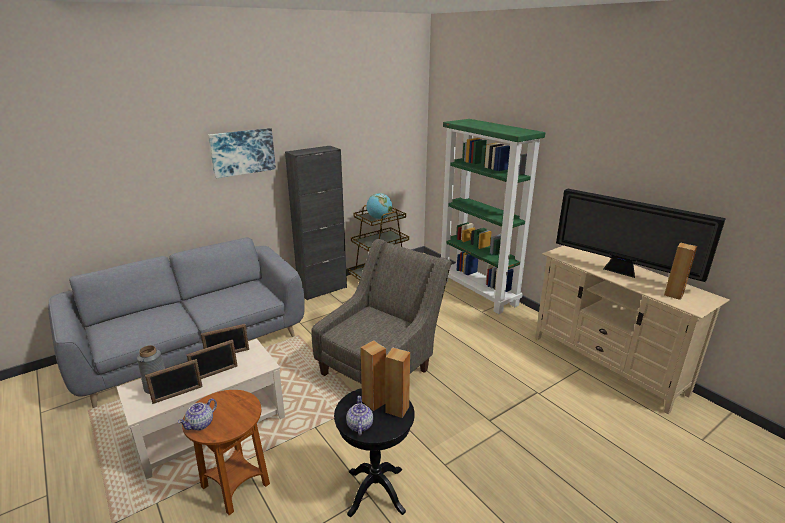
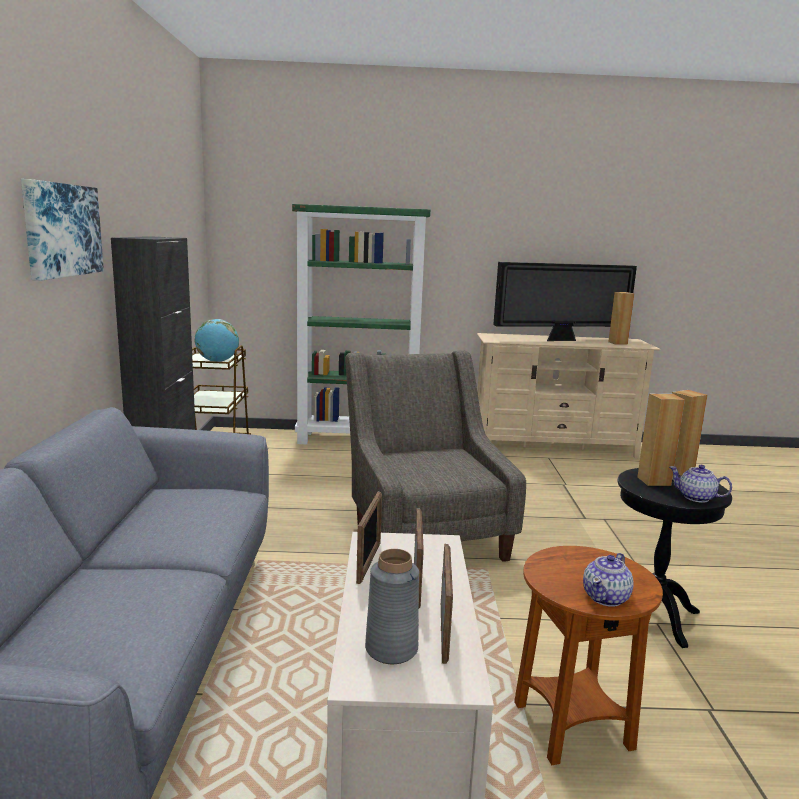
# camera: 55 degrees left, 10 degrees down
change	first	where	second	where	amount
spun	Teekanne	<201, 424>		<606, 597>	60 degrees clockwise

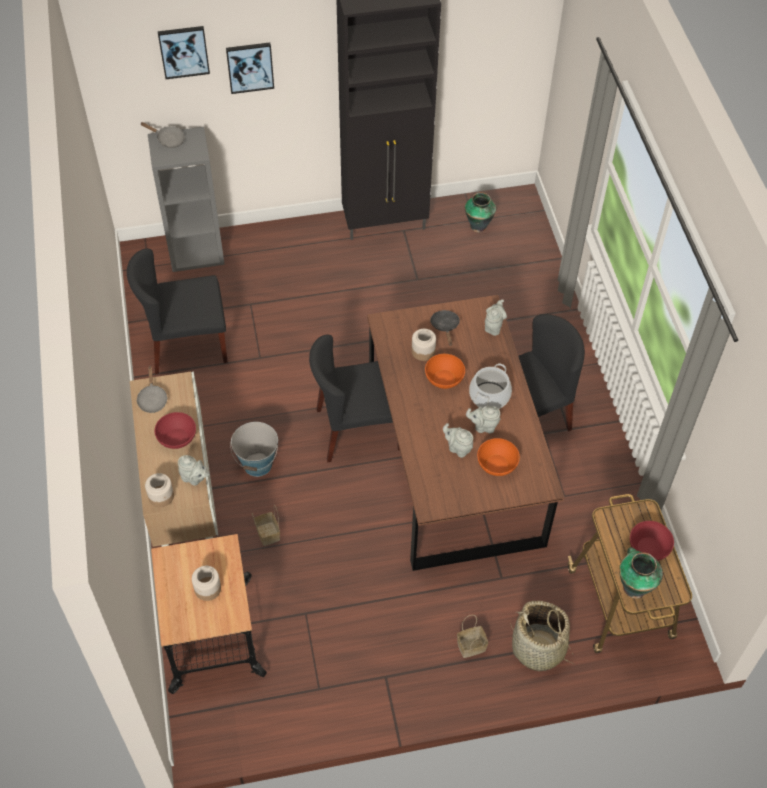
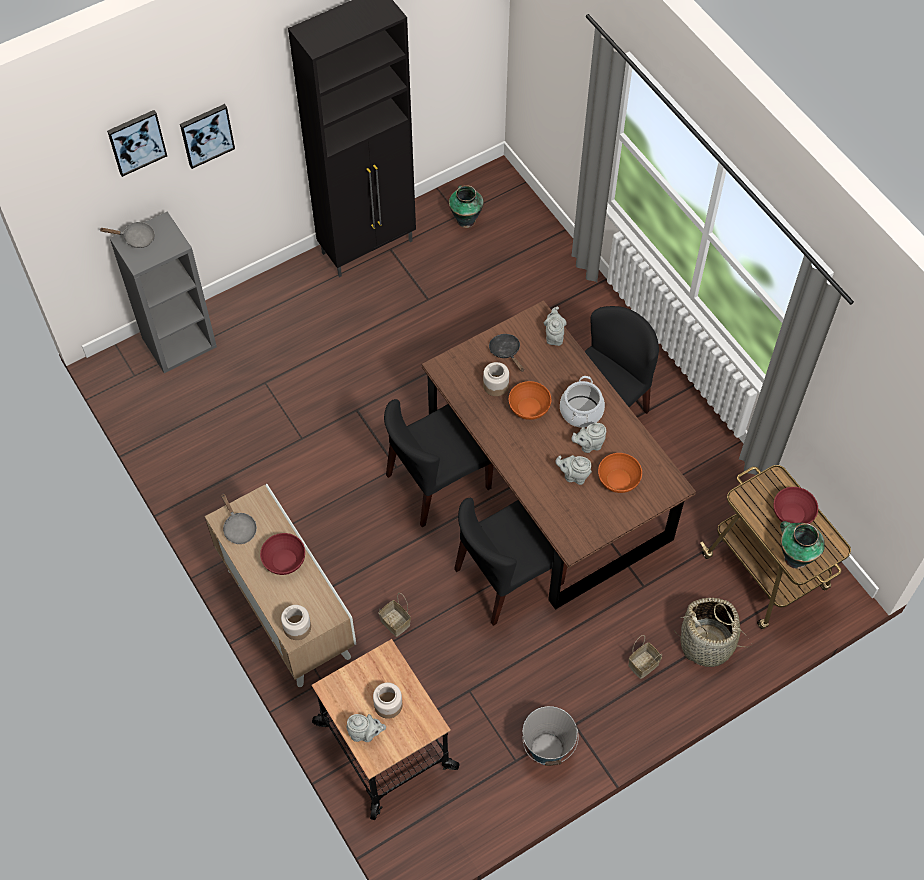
# camera: 20 degrees left, 5 degrees up
change	first	where	second	where	amount
relocated	Stuhl (schwarz)	<187, 344>		<508, 577>	
relocated	Teekanne (grau)	<194, 478>		<365, 733>	
relocated	Eimer	<258, 464>		<547, 749>	

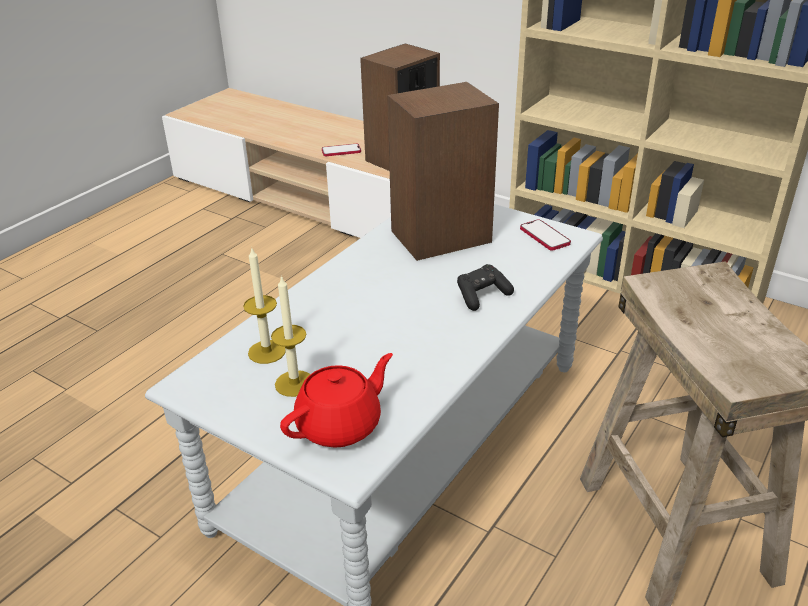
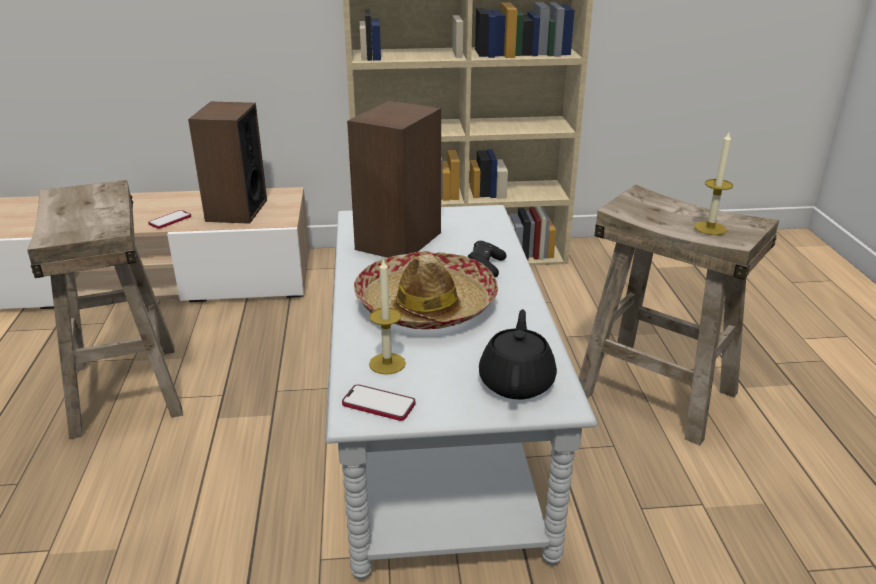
# camera: 40 degrees left, 5 degrees down
change	first	where	second	where	amount
relocated	Kerze	<294, 383>		<710, 228>	
colour	Teekanne (rot)	<340, 425>	Teekanne (schwarz)	<517, 382>	
relocated	Handy	<544, 236>		<378, 404>	
appeared			Hocker (beige)	<124, 388>	
appeared			Hut	<425, 305>	

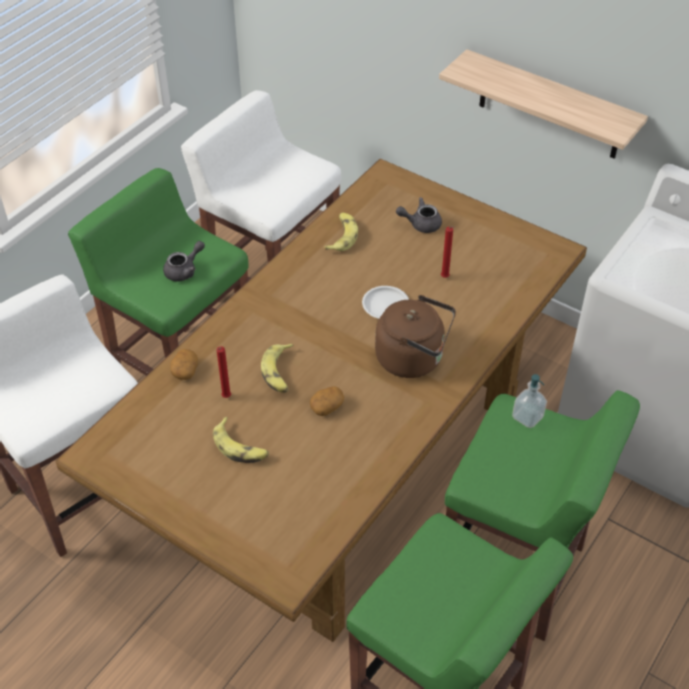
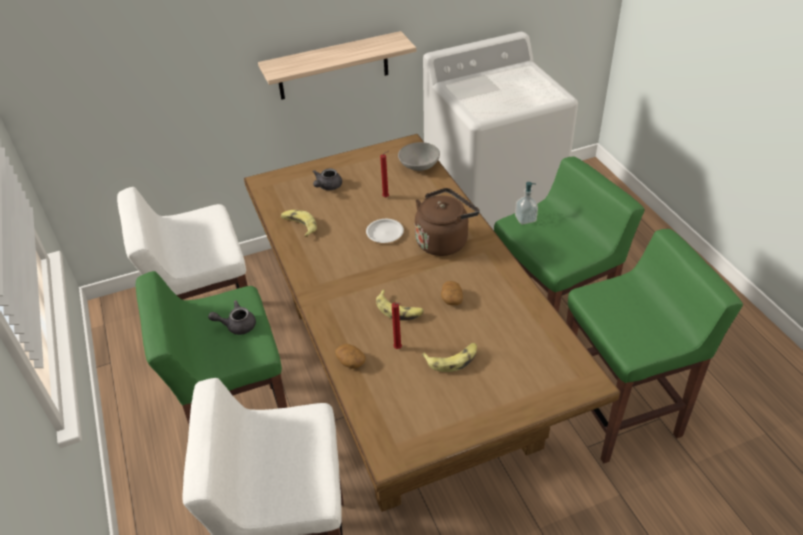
# camera: 55 degrees left, 5 degrees down
change	first	where	second	where	amount
spun	Teekanne (grau)	<184, 270>		<237, 325>	90 degrees counterclockwise
appeared			Schüssel (grau)	<419, 166>	

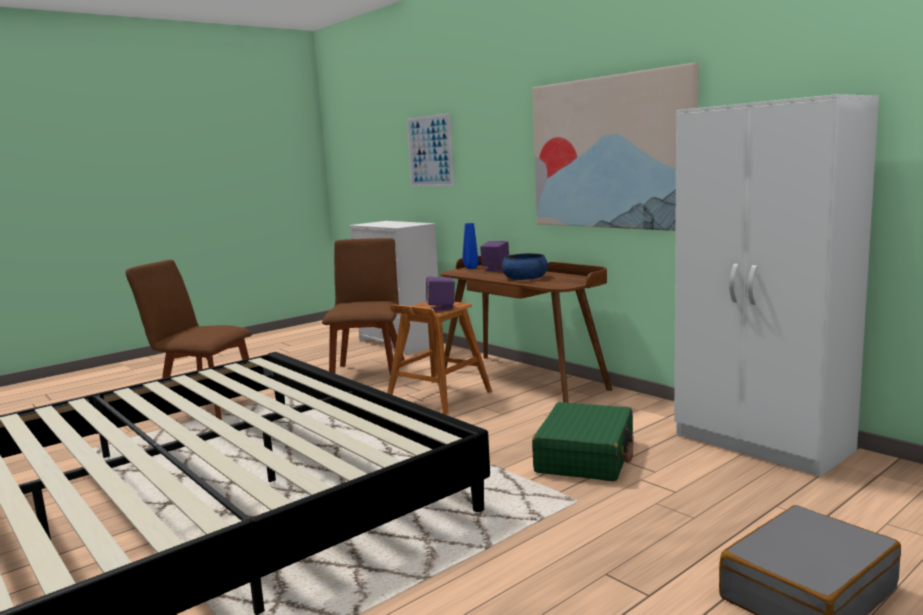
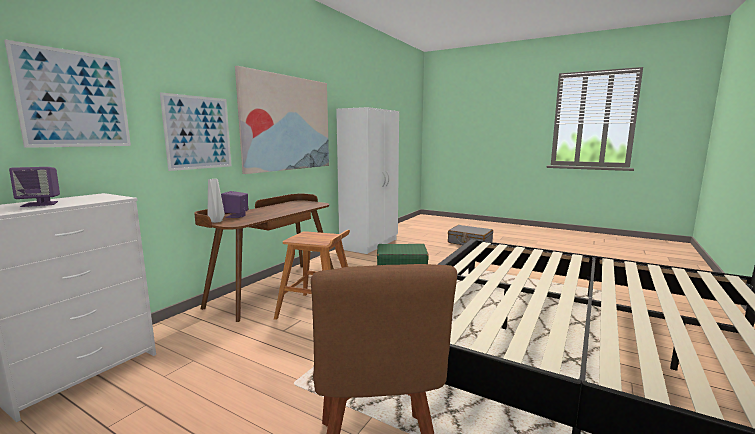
# camera: 110 degrees left, 0 degrees up
change	first	where	second	where	amount
missing	Stuhl (braun)	<368, 371>			
relocated	Lautsprecher (lila)	<441, 308>		<40, 204>	
colour	Vase (blau)	<470, 268>	Vase (grau)	<216, 221>	
missing	Schüssel (blau)	<525, 278>			
appeared			Bild	<198, 132>	

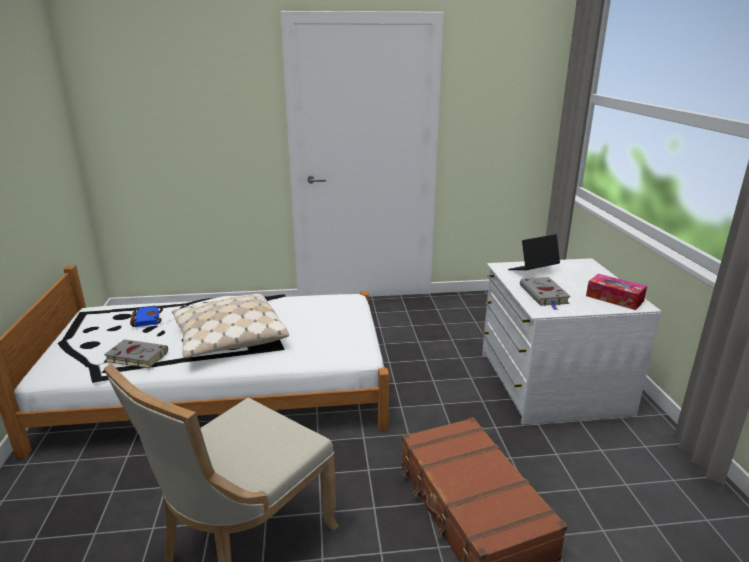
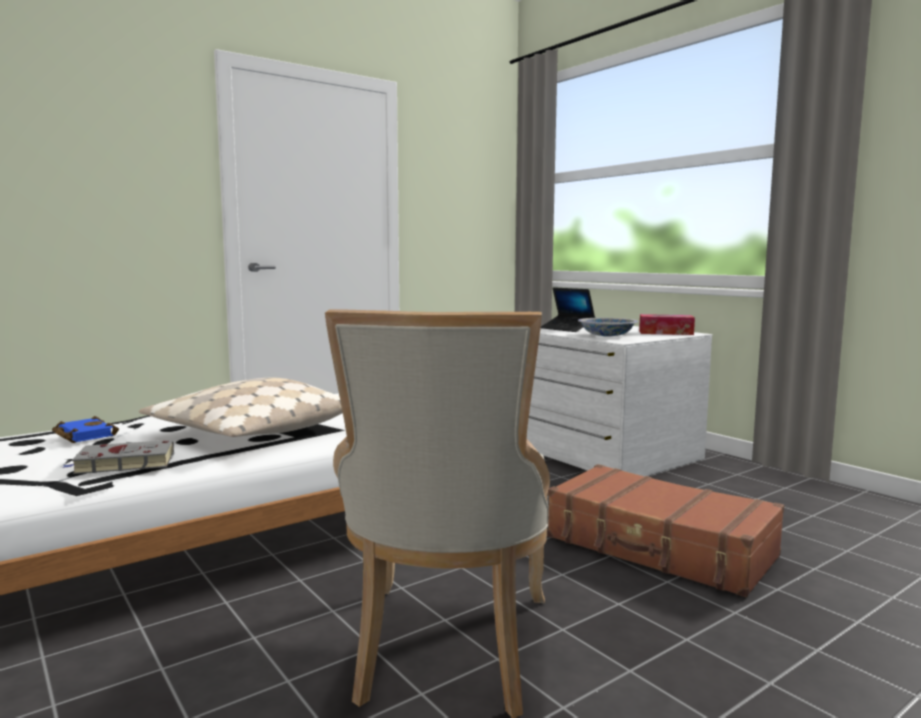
# camera: 30 degrees left, 15 degrees down
change	first	where	second	where	amount
spun	Laptop	<533, 271>		<567, 329>	75 degrees counterclockwise
exchanged	Buch (grau)	<544, 295>	Schüssel	<607, 336>	

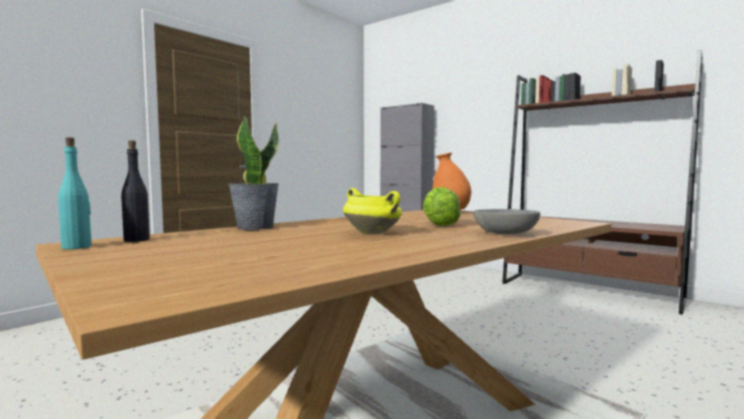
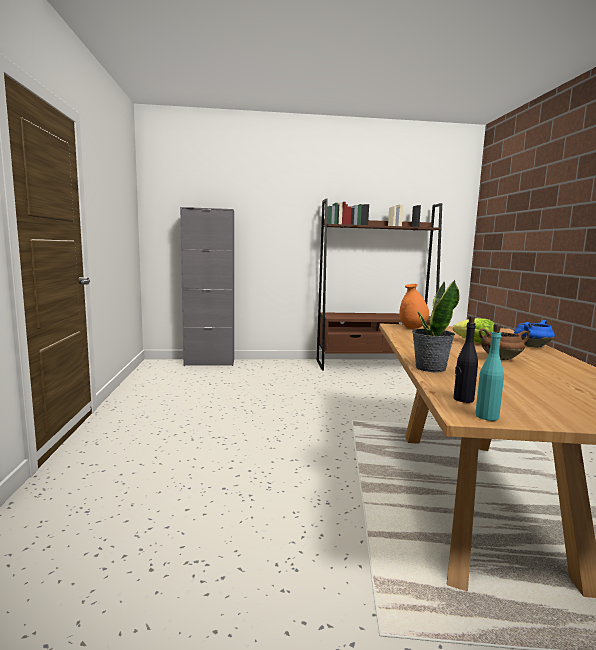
# camera: 45 degrees left, 5 degrees up
change	first	where	second	where	amount
colour	Kochtopf (gelb)	<373, 233>	Kochtopf (braun)	<501, 359>	
exchanged	Schüssel (grau)	<505, 233>	Kochtopf (blau)	<532, 346>	

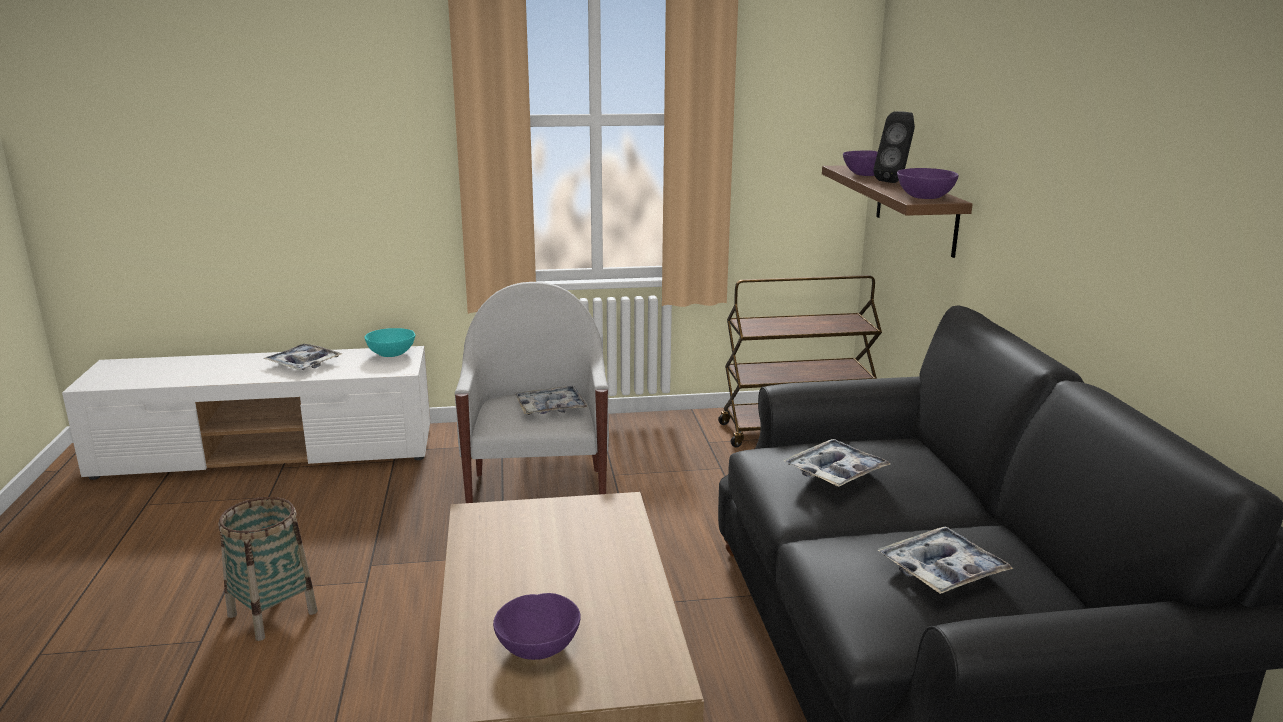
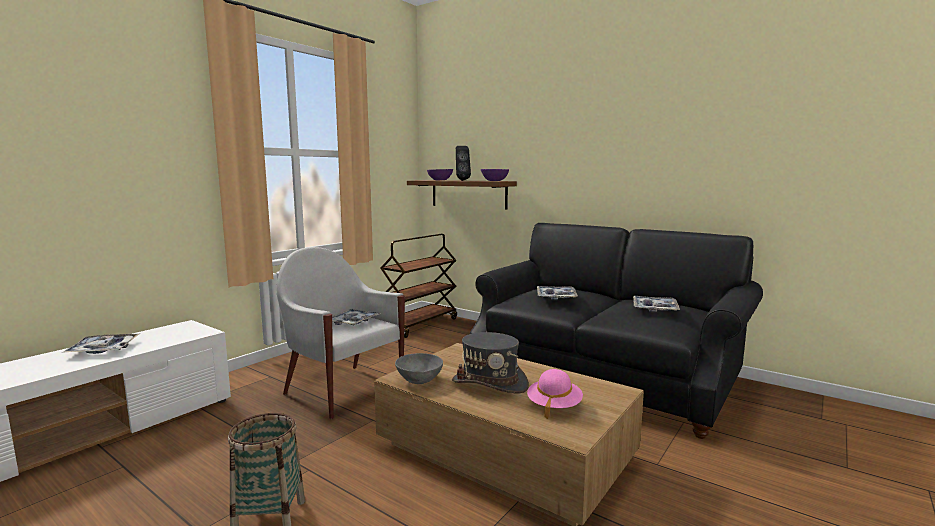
# camera: 45 degrees left, 10 degrees down
change	first	where	second	where	amount
missing	Schüssel (türkis)	<391, 354>			
exchanged	Schüssel (lila)	<538, 647>	Hut (rosa)	<554, 406>	
appeared			Schüssel (grau)	<419, 380>	
appeared			Hut (grau)	<490, 383>	

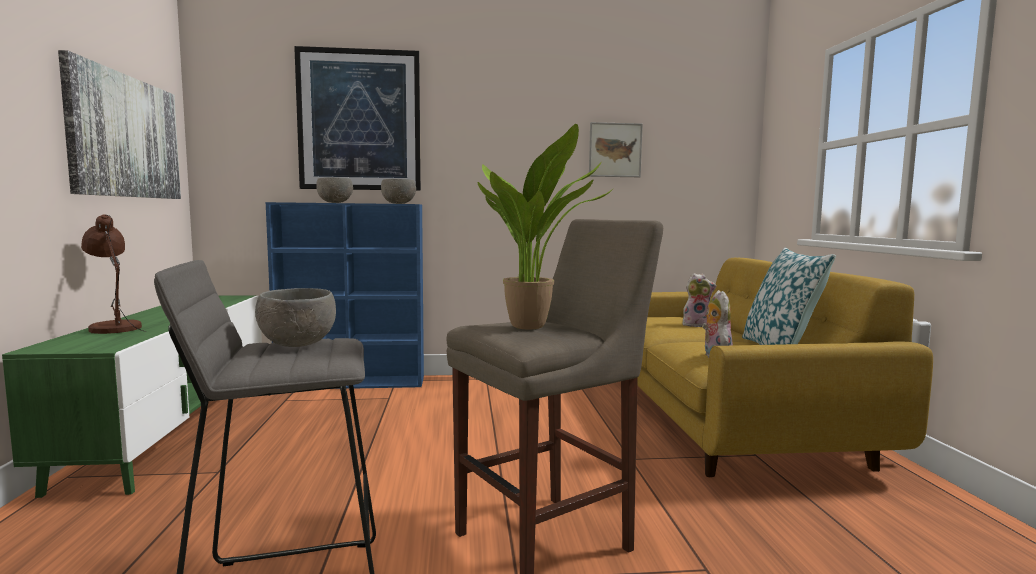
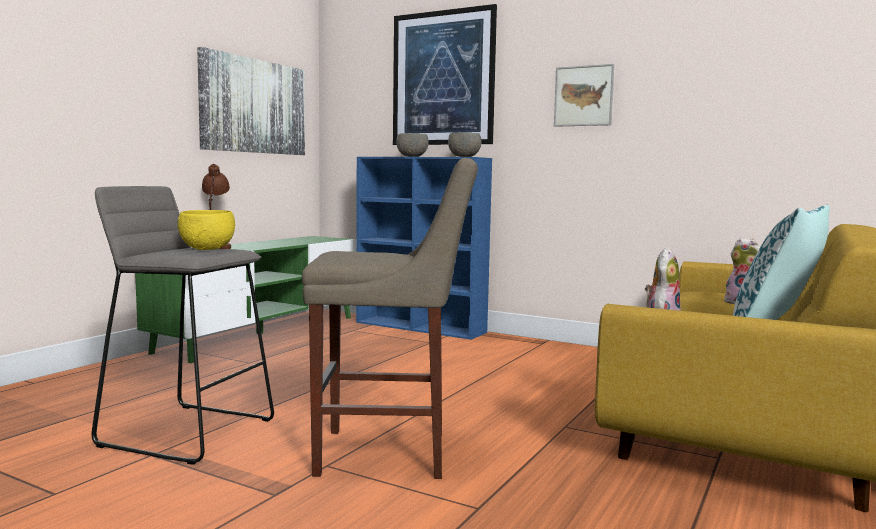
# camera: 35 degrees right, 0 degrees up
change	first	where	second	where	amount
colour	Schüssel (grau)	<296, 344>	Schüssel (gelb)	<206, 249>	
missing	Topfpflanze	<534, 326>			
relocated	Bild	<615, 150>		<583, 96>	

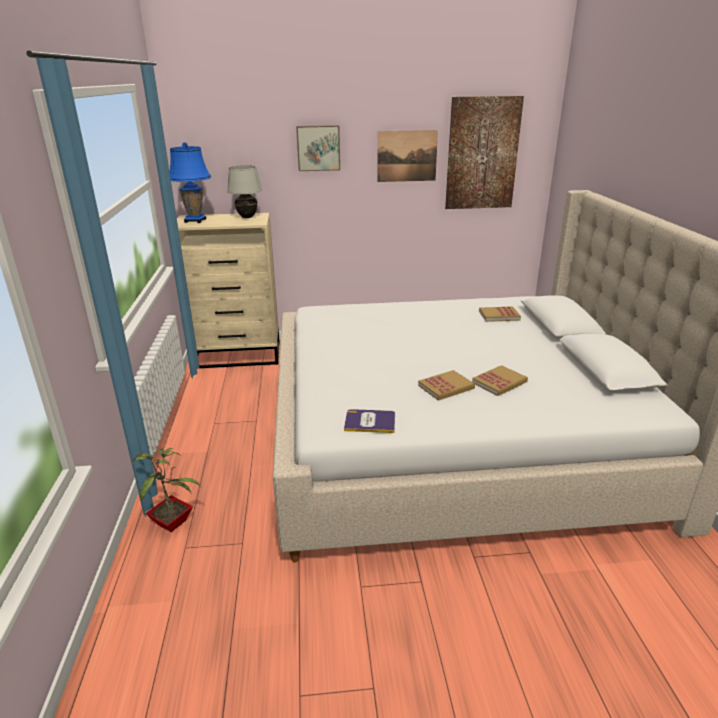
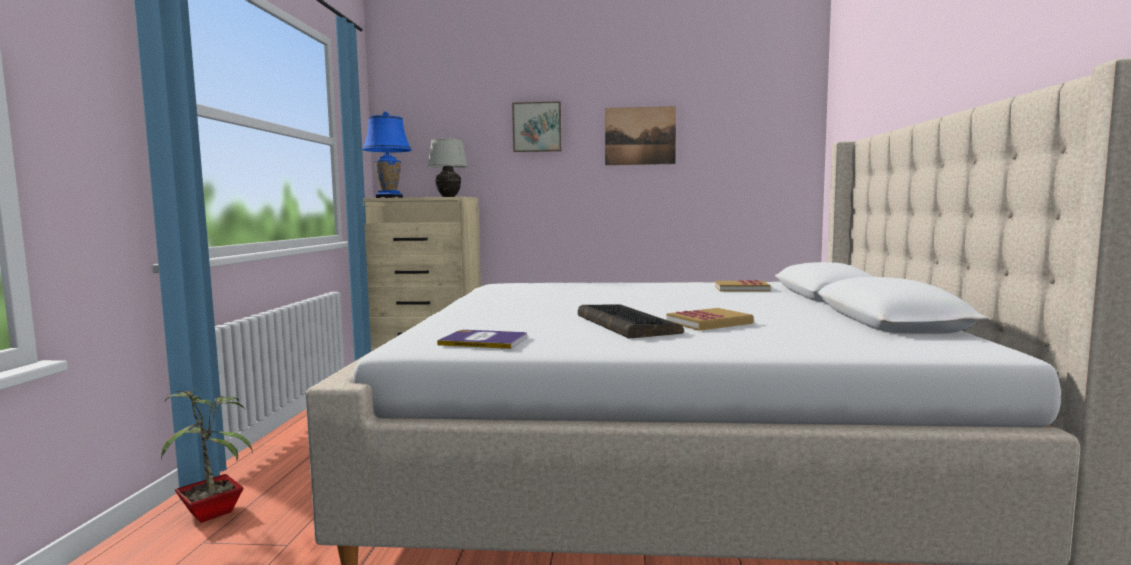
# camera: 10 degrees right, 20 degrees down
change	first	where	second	where	amount
exchanged	Buch	<446, 387>	Tastatur	<624, 323>	
missing	Bild	<482, 154>			

